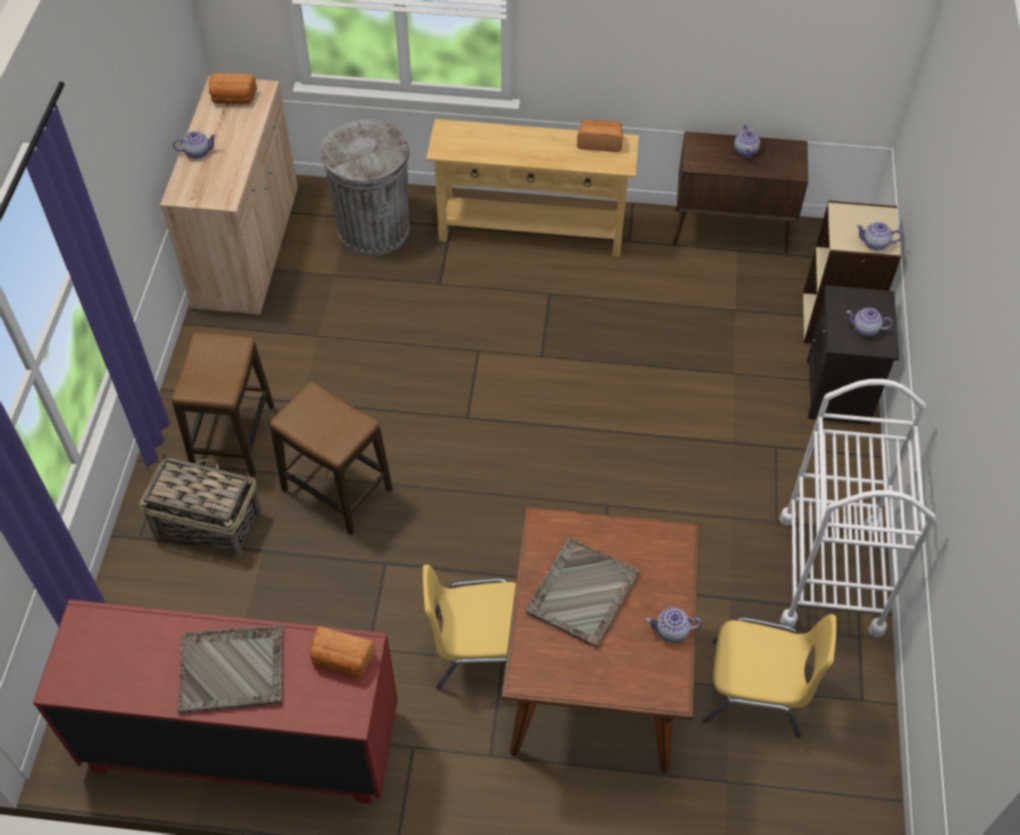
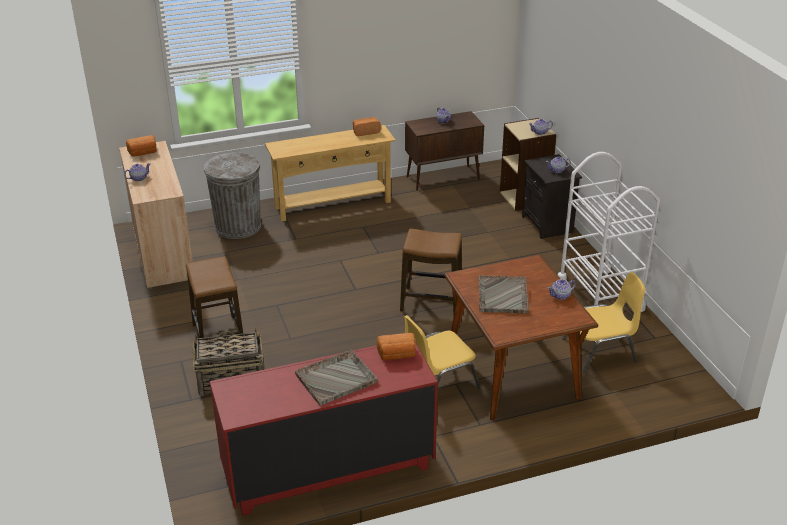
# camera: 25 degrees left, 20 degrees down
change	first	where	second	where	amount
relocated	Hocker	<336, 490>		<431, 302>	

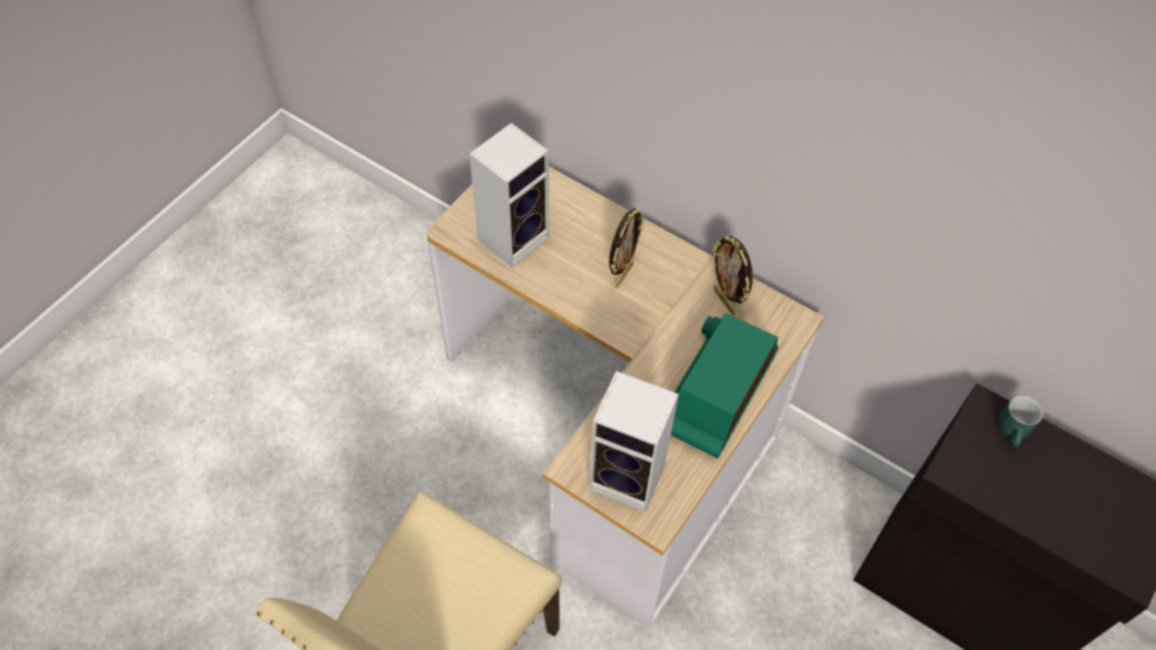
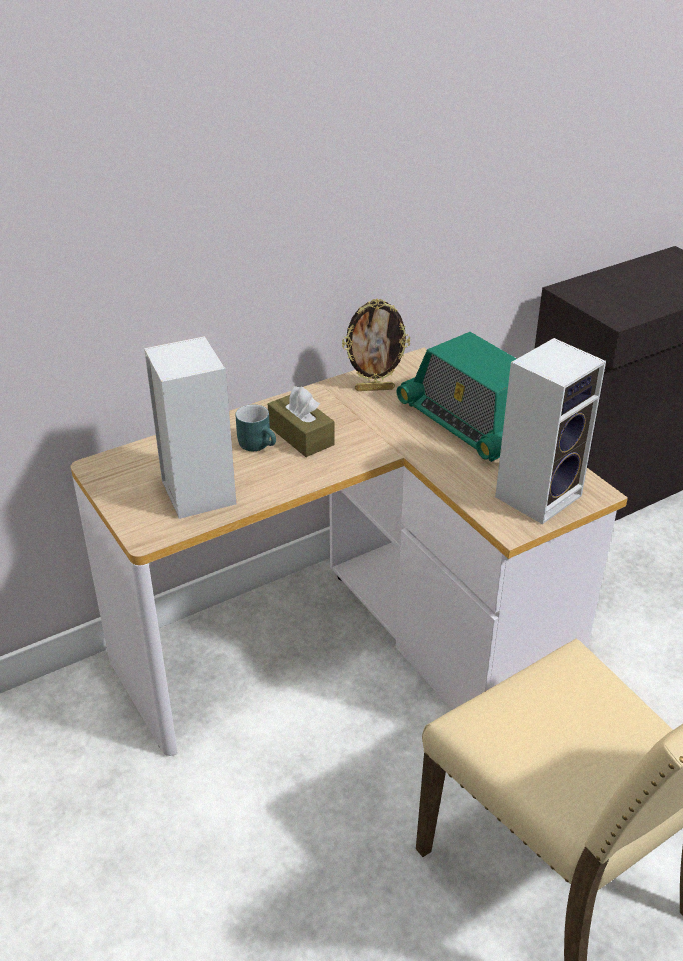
# camera: 65 degrees left, 20 degrees down
change	first	where	second	where	amount
exchanged	Bilderrahmen	<622, 274>	Taschentuchbox (braun)	<301, 436>	
relocated	Henkelbecher (türkis)	<1014, 432>		<259, 444>	

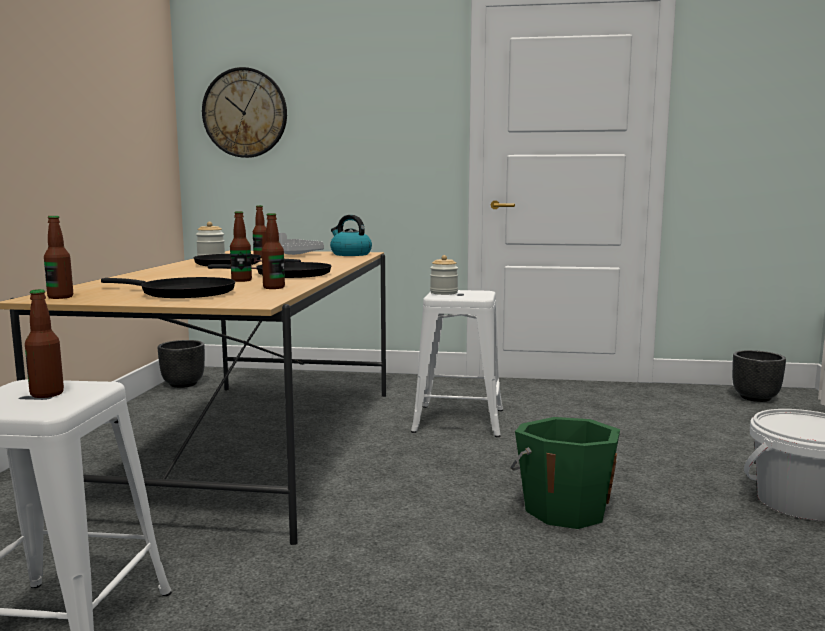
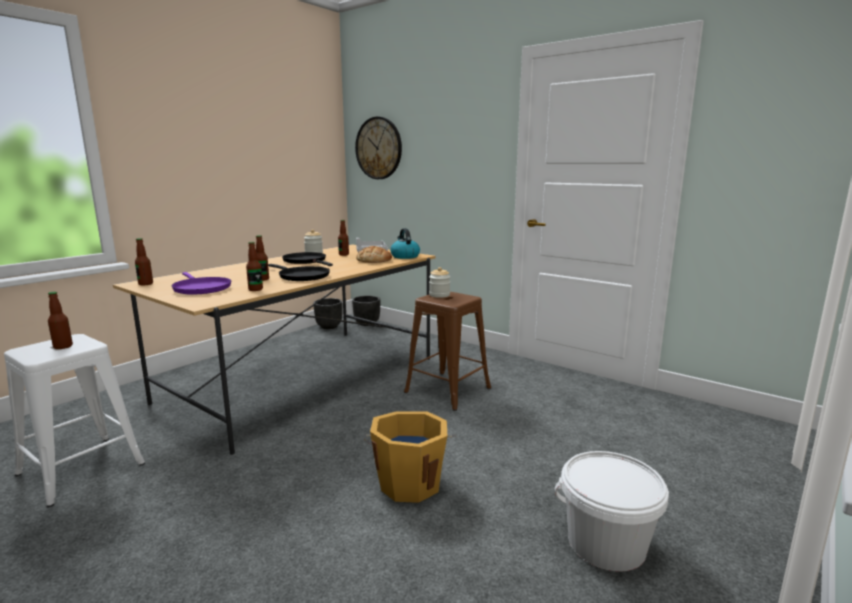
# camera: 30 degrees right, 5 degrees up
change	first	where	second	where	amount
colour	Pfanne (schwarz)	<183, 293>	Pfanne (lila)	<201, 288>	
colour	Hocker (weiß)	<458, 420>	Hocker (braun)	<447, 390>	
colour	Eimer (grün)	<564, 509>	Eimer (orange)	<410, 482>	
relocated	Pflanzkübel (schwarz)	<756, 398>		<366, 323>	
appeared			Brot	<374, 260>	

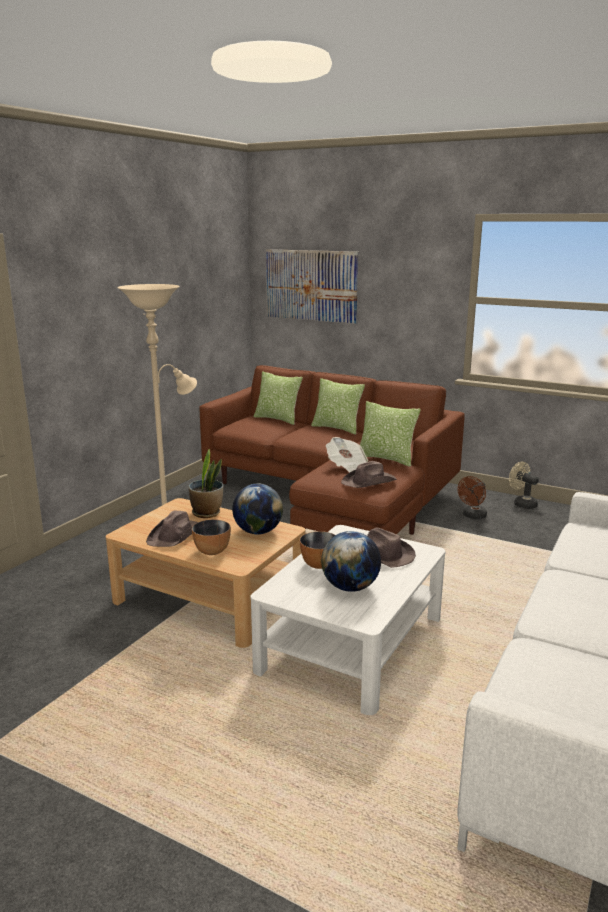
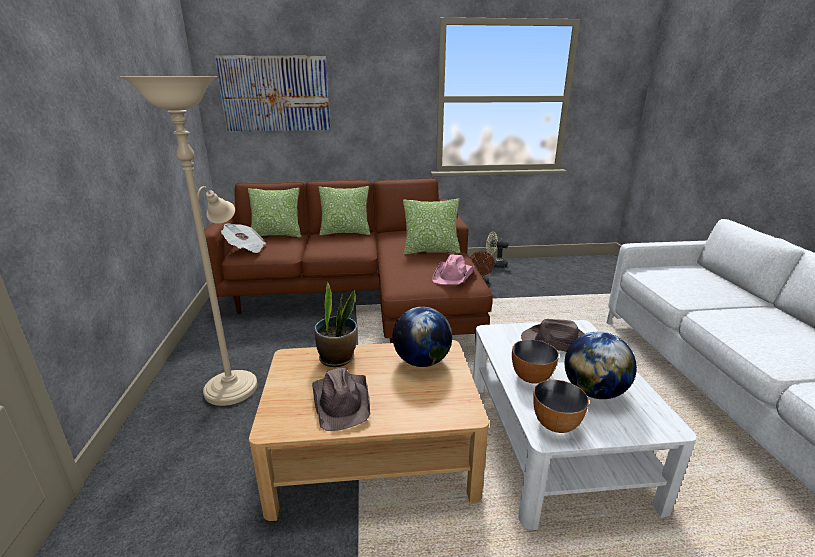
# camera: 35 degrees left, 5 degrees up
change	first	where	second	where	amount
relocated	Schüssel	<212, 551>		<555, 424>	
relocated	Zeitung	<347, 467>		<245, 248>	
colour	Hut (braun)	<369, 482>	Hut (rosa)	<454, 275>	

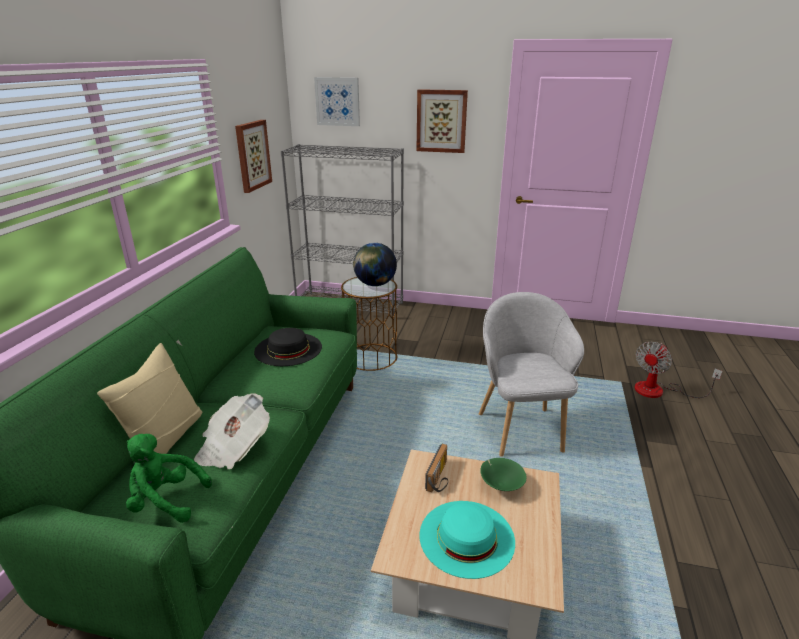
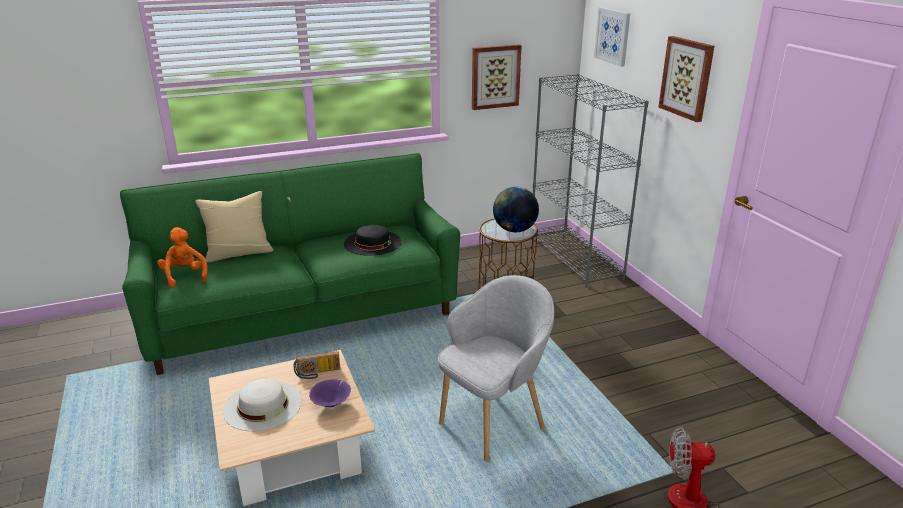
# camera: 55 degrees right, 0 degrees up
change	first	where	second	where	amount
colour	Plüschtier (grün)	<166, 501>	Plüschtier (orange)	<185, 276>	
missing	Zeitung	<233, 447>			
colour	Hut (türkis)	<467, 537>	Hut (weiß)	<263, 405>	
colour	Schüssel (grün)	<500, 485>	Schüssel (lila)	<332, 403>	

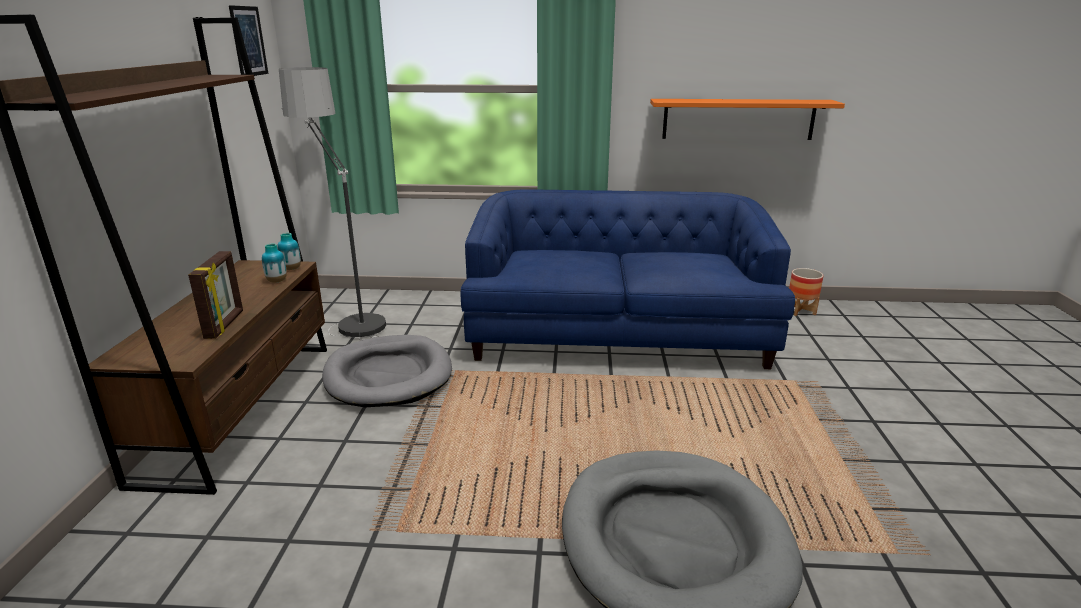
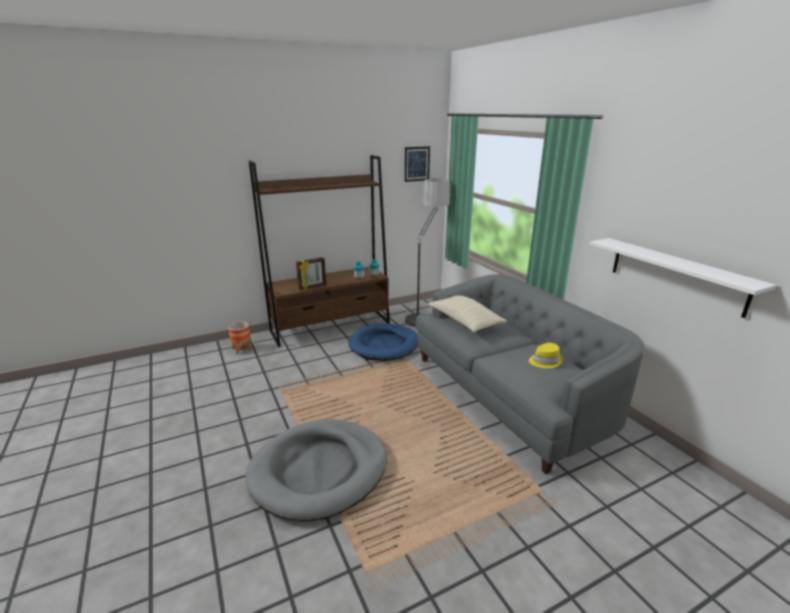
# camera: 60 degrees right, 0 degrees up
change	first	where	second	where	amount
colour	Hundebett (grau)	<388, 375>	Hundebett (blau)	<384, 345>	
colour	Sofa (blau)	<617, 334>	Sofa (grau)	<510, 394>	
colour	Wandregal (orange)	<738, 119>	Wandregal (weiß)	<675, 275>	
relocated	Pflanzkübel	<801, 311>		<242, 349>	
appeared			Kissen (beige)	<465, 322>	
appeared			Hut (gelb)	<545, 361>	

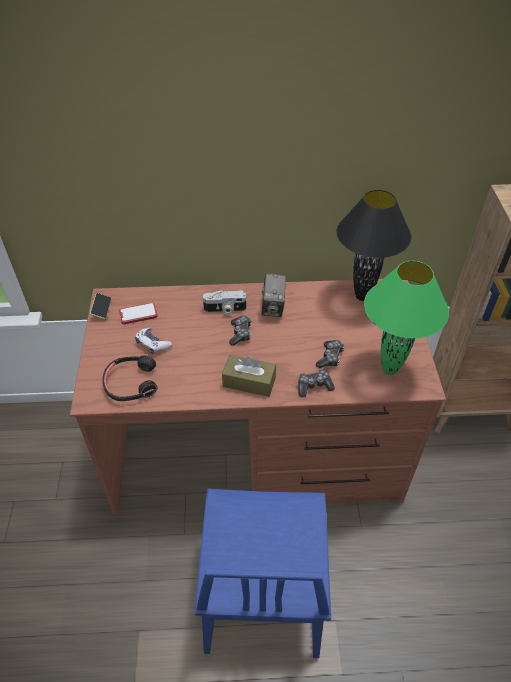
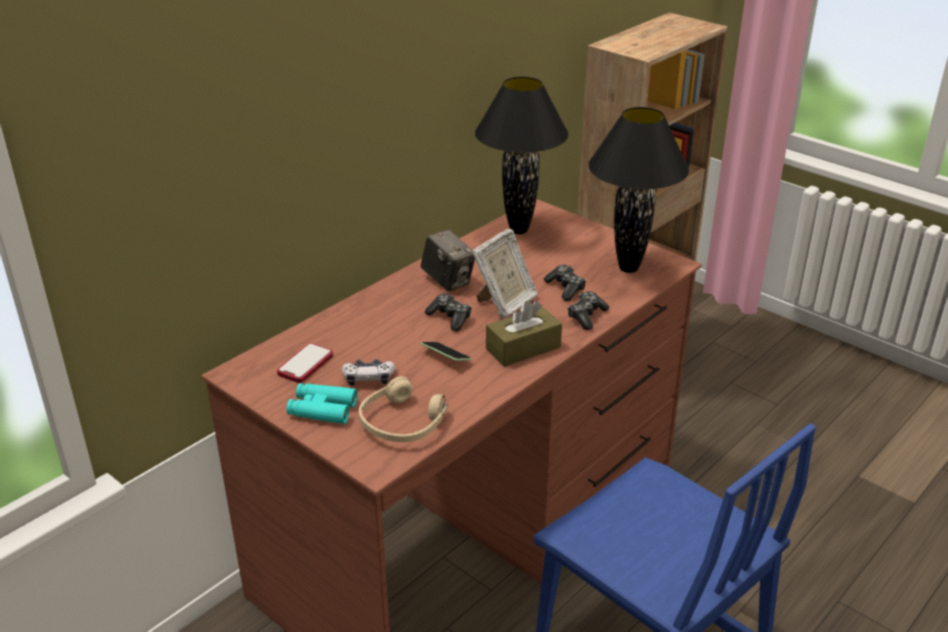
# camera: 45 degrees left, 15 degrees down
change	first	where	second	where	amount
relocated	Handy	<101, 309>		<446, 357>	
colour	Kopfhörer (schwarz)	<131, 383>	Kopfhörer (beige)	<402, 423>	
missing	Kamera	<225, 310>			
colour	Tischlampe (grün)	<389, 370>	Tischlampe (schwarz)	<629, 269>	
appeared			Fernglas (türkis)	<322, 409>	
appeared			Bilderrahmen	<505, 303>	

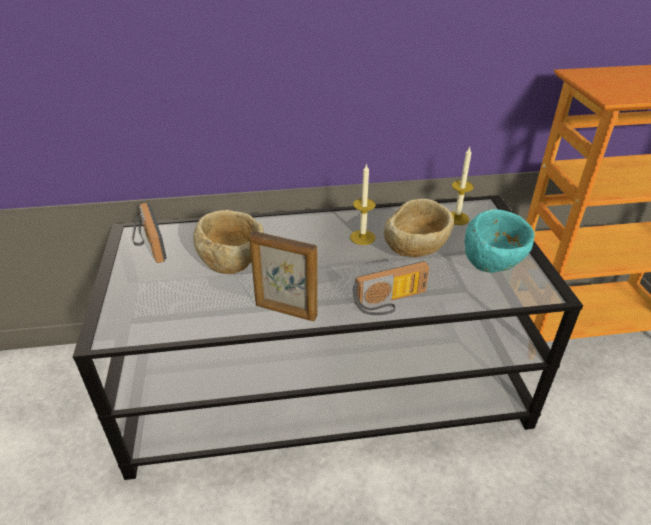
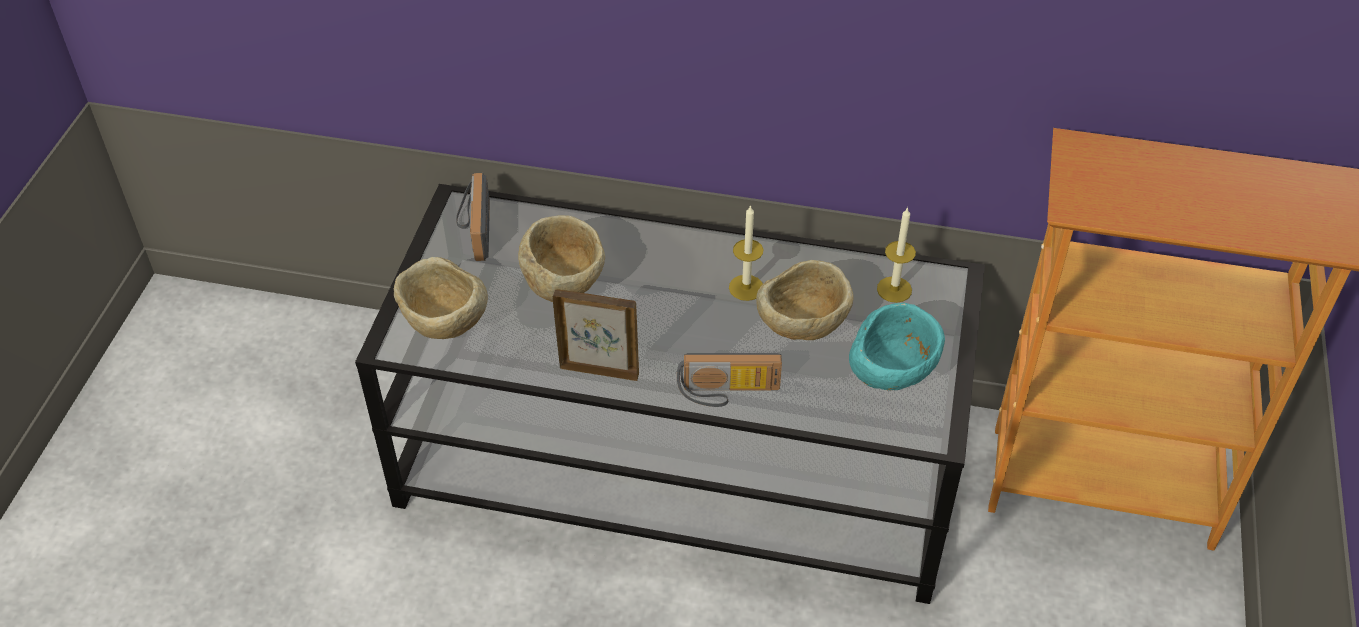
# camera: 20 degrees right, 10 degrees up
change	first	where	second	where	amount
spun	Bilderrahmen	<286, 311>		<599, 370>	150 degrees clockwise
appeared			Schüssel (beige)	<445, 326>	

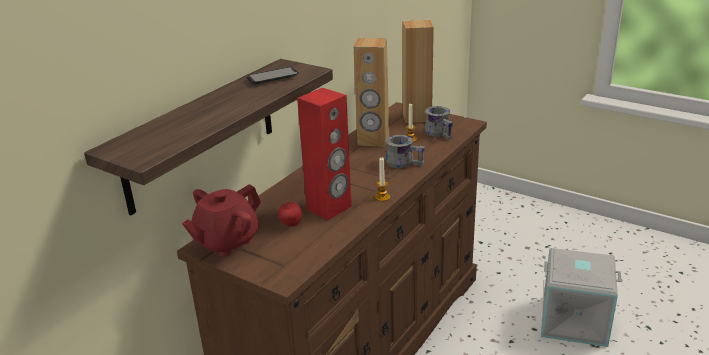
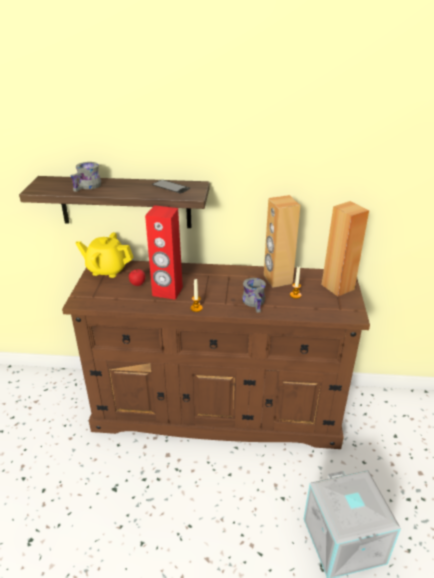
# camera: 60 degrees right, 5 degrees up
change	first	where	second	where	amount
colour	Teekanne (rot)	<226, 242>	Teekanne (gelb)	<107, 270>	
relocated	Henkelbecher (grau)	<441, 132>		<88, 186>	

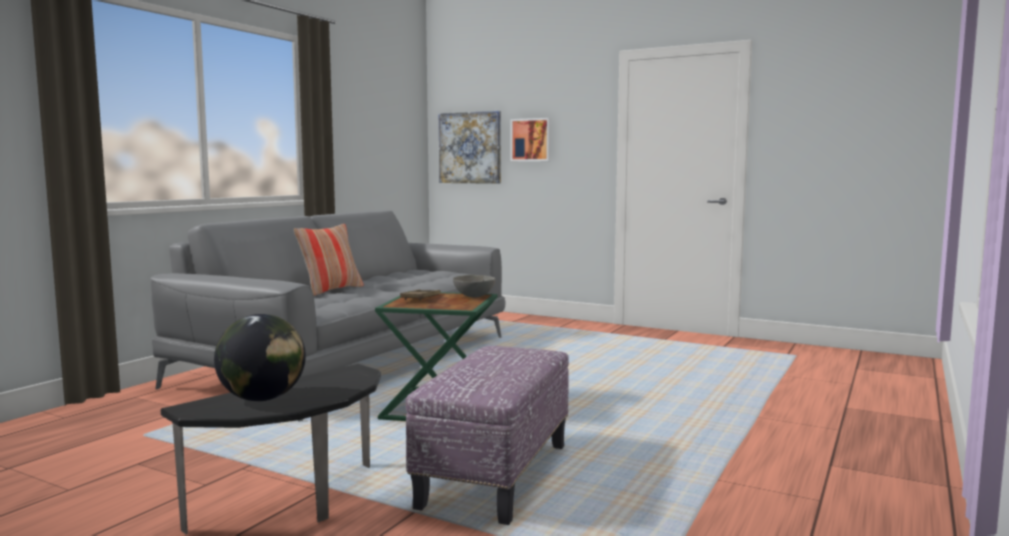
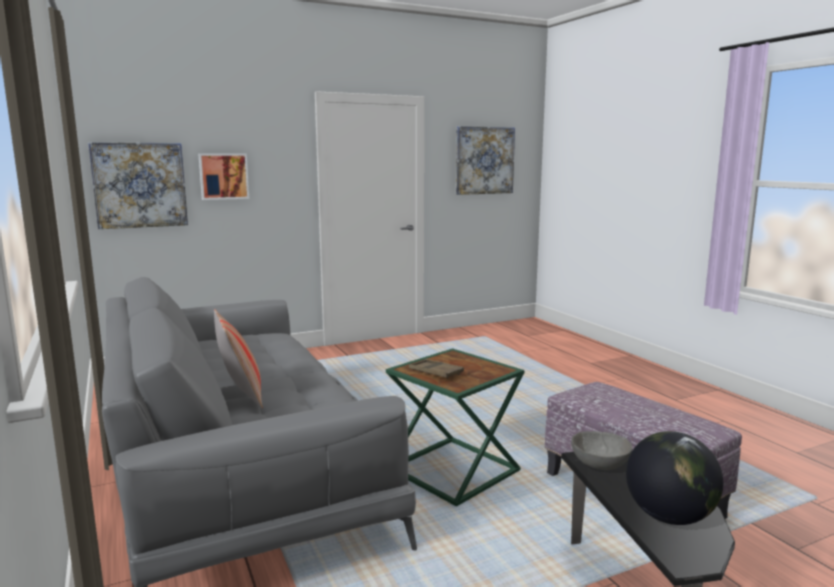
# camera: 55 degrees left, 5 degrees up
change	first	where	second	where	amount
relocated	Schüssel (grau)	<474, 296>		<599, 465>	
appeared			Bild	<484, 160>	

